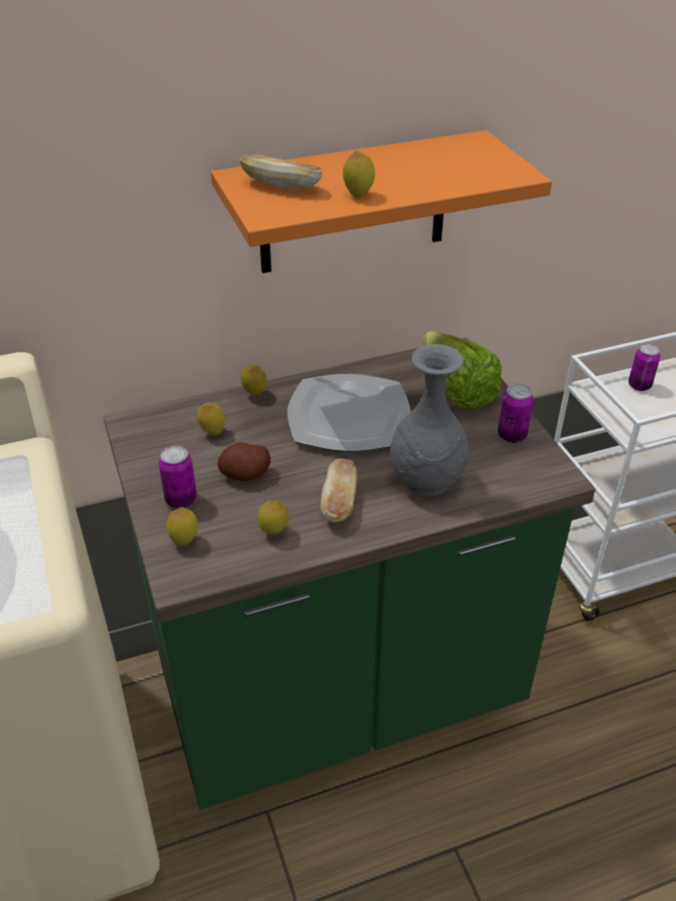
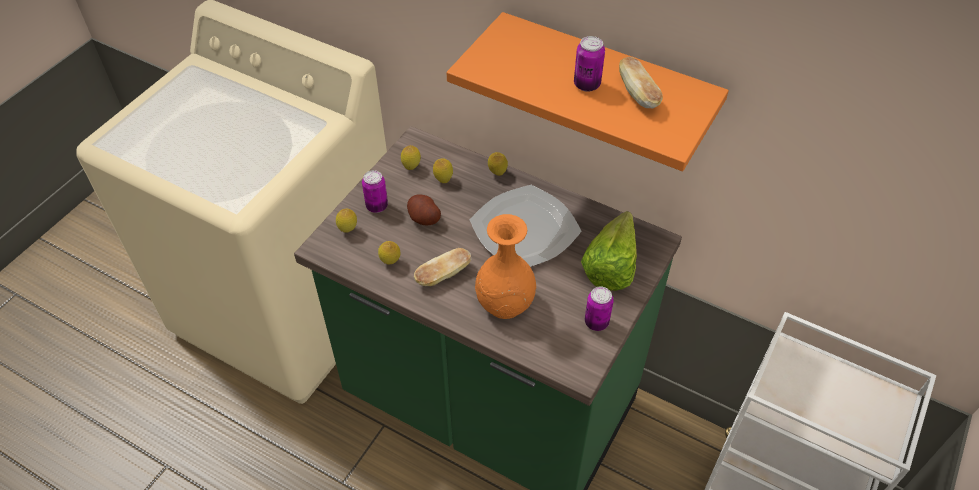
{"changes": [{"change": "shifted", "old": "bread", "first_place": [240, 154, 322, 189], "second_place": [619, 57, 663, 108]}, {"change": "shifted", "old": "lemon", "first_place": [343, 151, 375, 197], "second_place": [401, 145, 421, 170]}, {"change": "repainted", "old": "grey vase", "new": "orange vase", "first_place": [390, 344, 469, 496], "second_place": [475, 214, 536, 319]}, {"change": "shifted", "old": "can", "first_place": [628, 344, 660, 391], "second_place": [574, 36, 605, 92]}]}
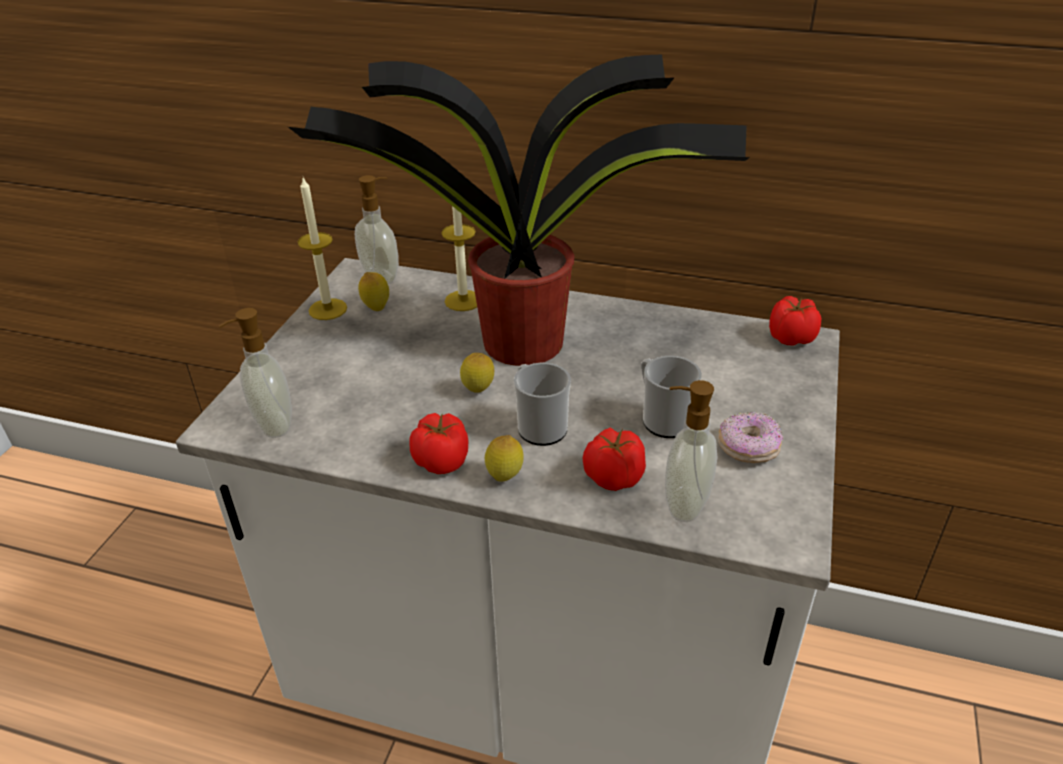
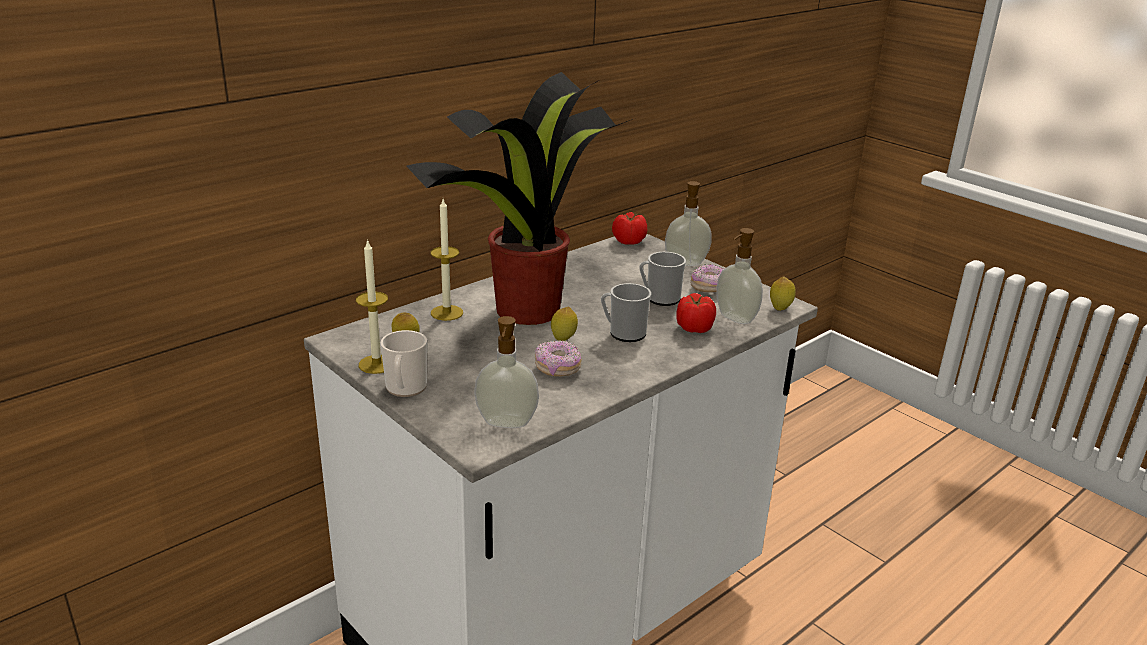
{"changes": [{"change": "shifted", "old": "soap dispenser", "first_place": [355, 175, 399, 284], "second_place": [665, 181, 712, 266]}, {"change": "gone", "old": "tomato", "first_place": [410, 413, 469, 474]}, {"change": "shifted", "old": "lemon", "first_place": [485, 435, 524, 481], "second_place": [770, 276, 796, 311]}, {"change": "new", "new": "mug", "second_place": [380, 330, 427, 397]}, {"change": "new", "new": "donut", "second_place": [535, 340, 582, 376]}]}
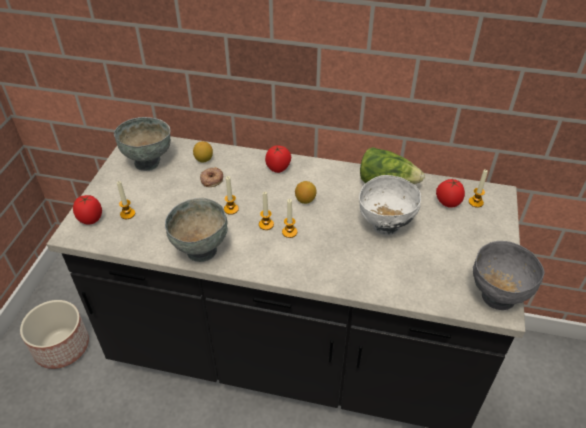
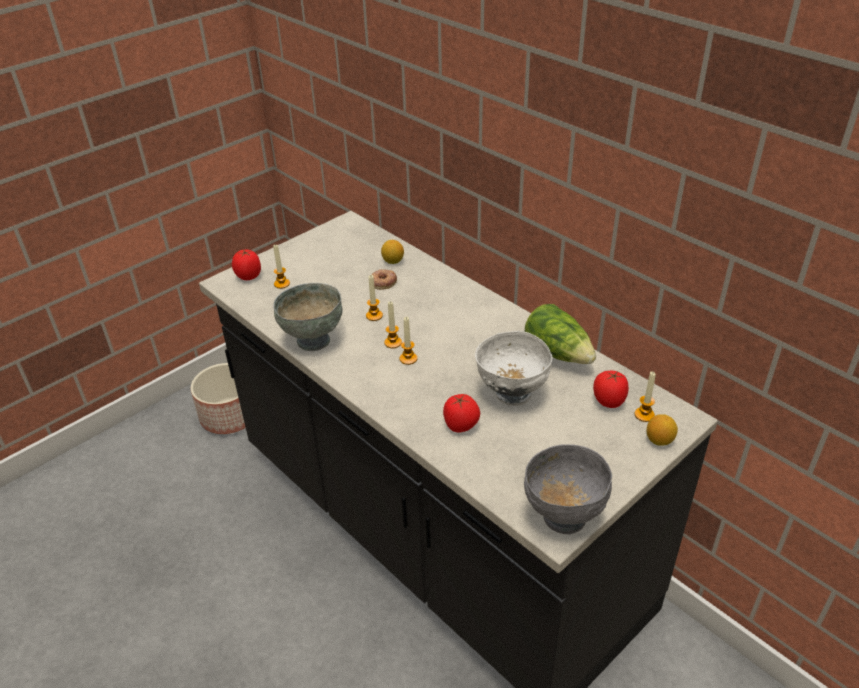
{"changes": [{"change": "gone", "old": "grey bowl", "first_place": [114, 117, 171, 171]}, {"change": "shifted", "old": "tomato", "first_place": [265, 145, 291, 173], "second_place": [443, 394, 480, 433]}, {"change": "shifted", "old": "lemon", "first_place": [295, 181, 316, 204], "second_place": [647, 414, 678, 446]}]}
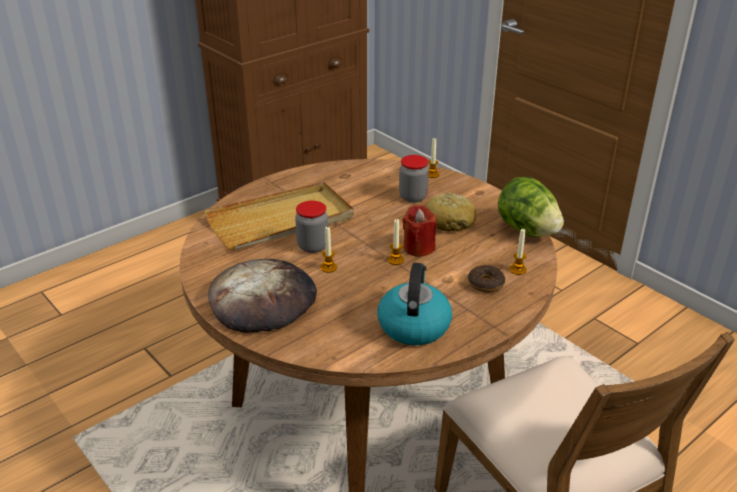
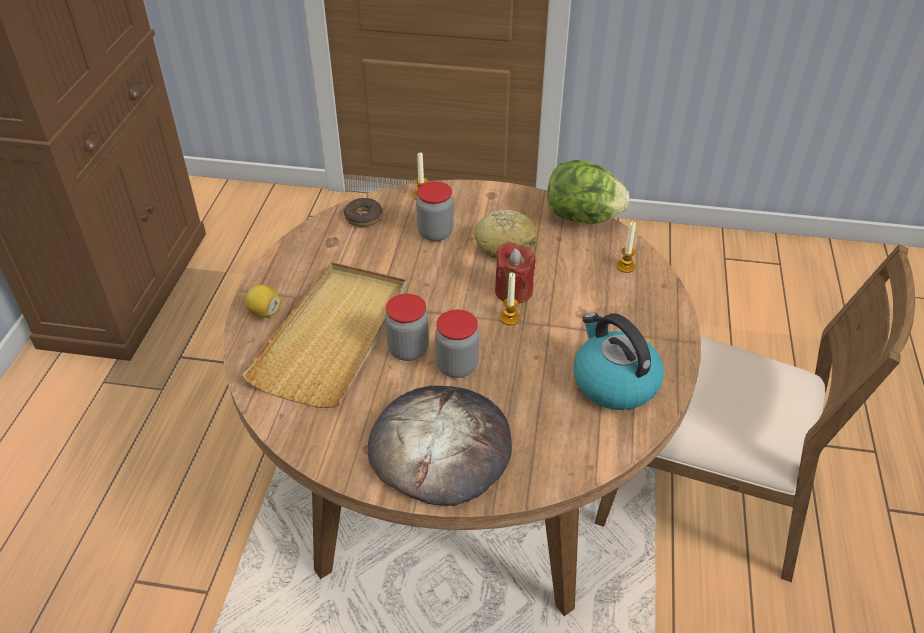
{"changes": [{"change": "swapped", "old": "candle", "new": "jar", "first_place": [320, 226, 337, 273], "second_place": [435, 310, 479, 378]}, {"change": "shifted", "old": "donut", "first_place": [468, 265, 505, 293], "second_place": [344, 198, 383, 227]}, {"change": "new", "new": "lemon", "second_place": [245, 285, 281, 318]}]}
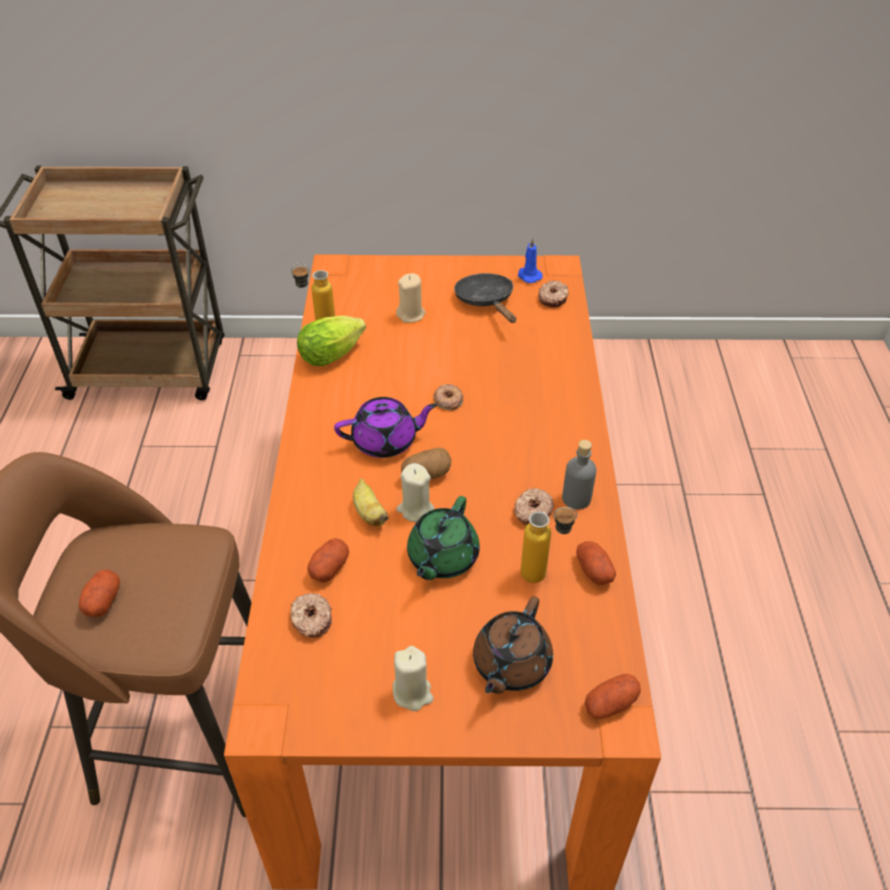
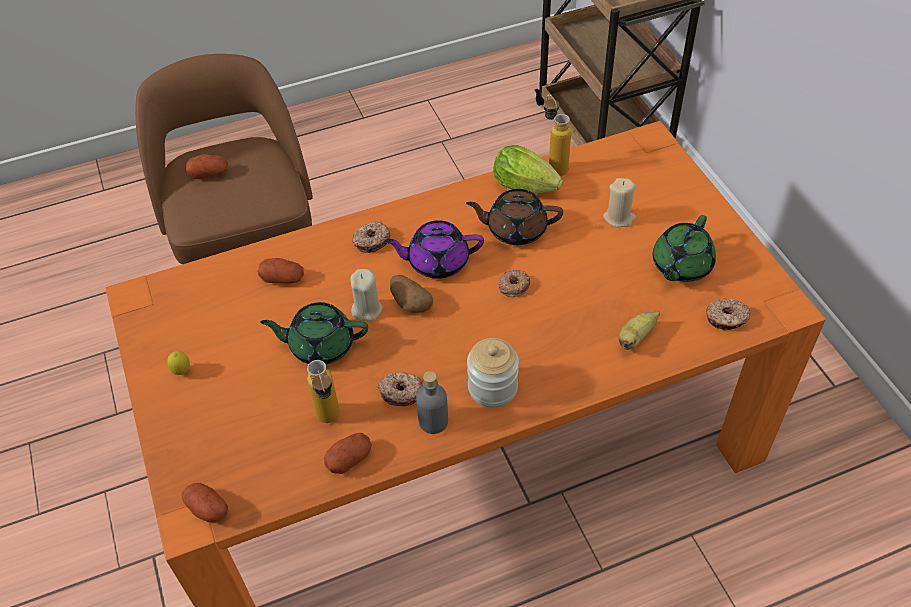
{"changes": [{"change": "shifted", "old": "donut", "first_place": [290, 593, 332, 638], "second_place": [352, 221, 391, 253]}, {"change": "rotated", "old": "purple teapot", "first_place": [334, 397, 437, 458], "second_place": [384, 220, 484, 279], "degrees": 120}, {"change": "shifted", "old": "banana", "first_place": [353, 478, 389, 526], "second_place": [619, 311, 660, 350]}, {"change": "swapped", "old": "beige candle", "new": "lemon", "first_place": [393, 646, 433, 711], "second_place": [167, 351, 190, 375]}, {"change": "swapped", "old": "black frying pan", "new": "green teapot", "first_place": [454, 273, 516, 323], "second_place": [653, 215, 716, 282]}, {"change": "shifted", "old": "brown teapot", "first_place": [473, 596, 553, 694], "second_place": [466, 189, 563, 245]}, {"change": "gone", "old": "blue candle", "first_place": [518, 238, 543, 283]}, {"change": "new", "new": "jar", "second_place": [467, 338, 519, 408]}]}
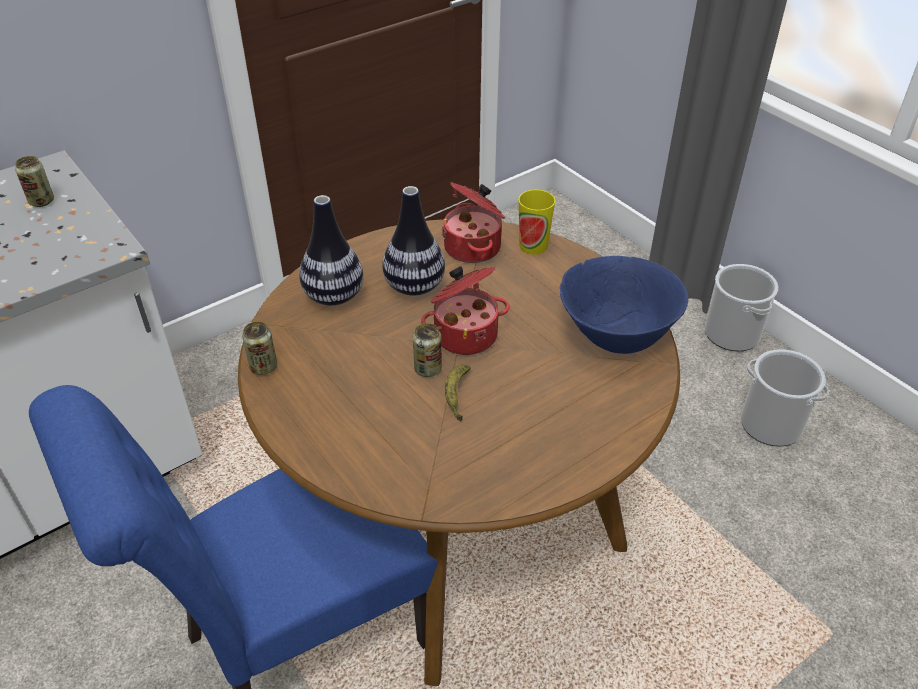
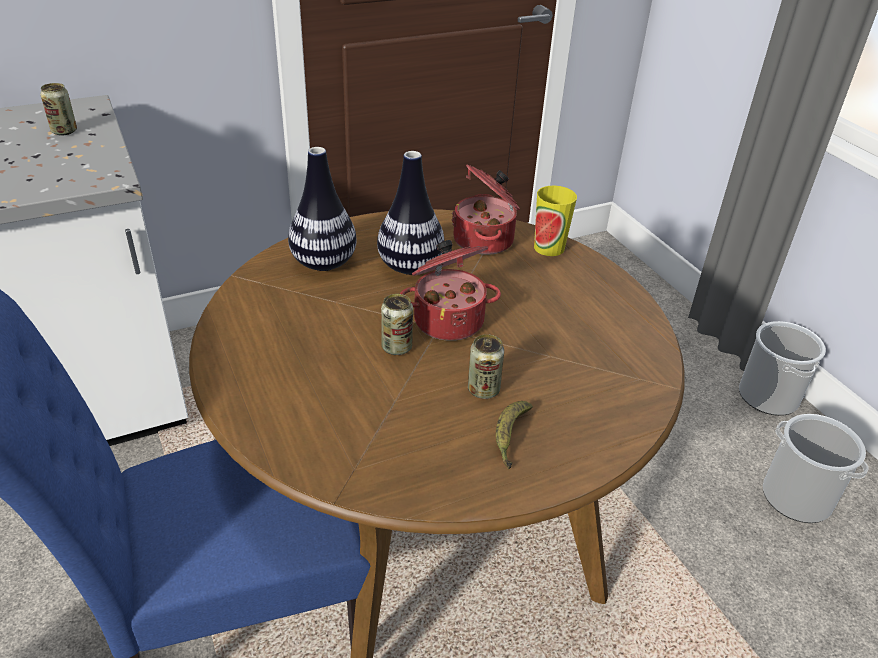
{"changes": [{"change": "shifted", "old": "can", "first_place": [242, 322, 277, 375], "second_place": [468, 334, 504, 399]}, {"change": "shifted", "old": "banana", "first_place": [445, 364, 471, 422], "second_place": [496, 401, 533, 469]}, {"change": "gone", "old": "blue bowl", "first_place": [560, 256, 688, 354]}]}
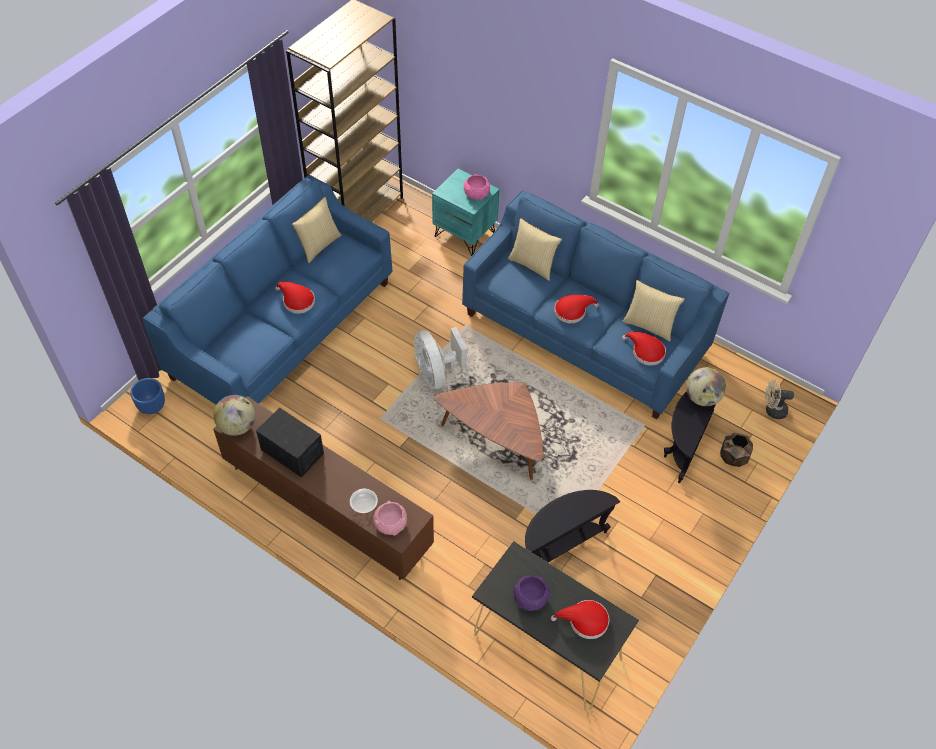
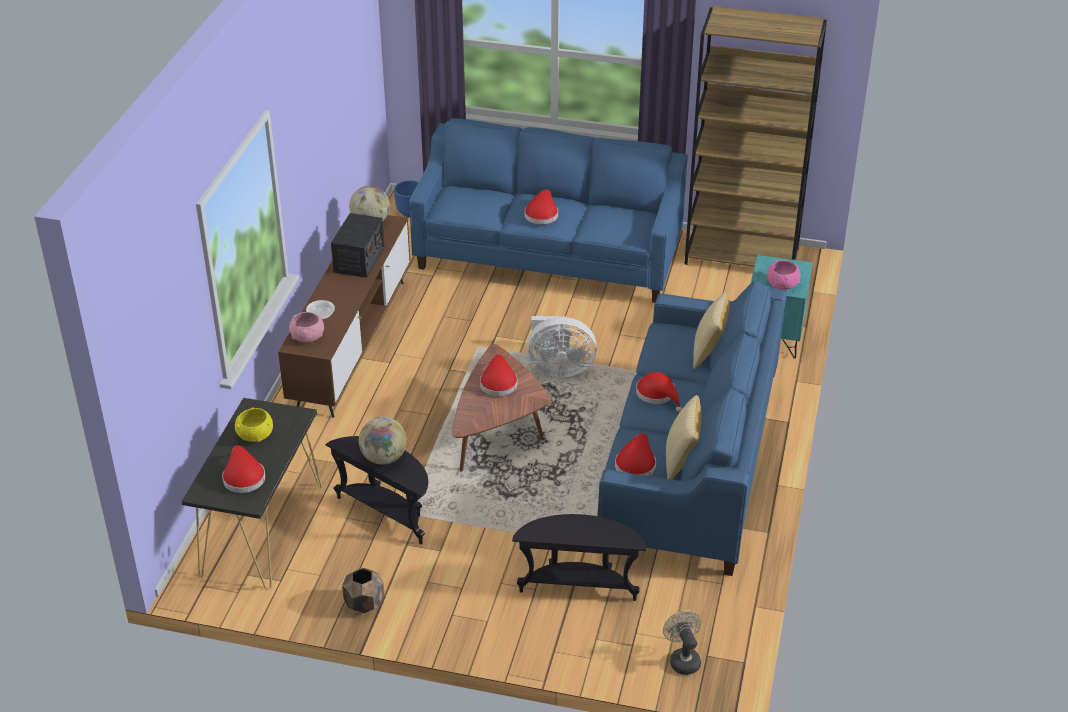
{"changes": [{"change": "gone", "old": "pillow", "first_place": [292, 197, 342, 263]}, {"change": "rotated", "old": "white fan", "first_place": [414, 327, 467, 389], "second_place": [527, 316, 597, 377], "degrees": -135}, {"change": "repainted", "old": "purple bowl", "new": "yellow bowl", "first_place": [514, 575, 550, 611], "second_place": [235, 408, 273, 442]}, {"change": "shifted", "old": "globe", "first_place": [686, 367, 726, 406], "second_place": [359, 417, 407, 465]}, {"change": "shifted", "old": "brown planter", "first_place": [720, 433, 753, 467], "second_place": [342, 568, 385, 613]}, {"change": "new", "new": "red hat", "second_place": [480, 354, 518, 396]}]}
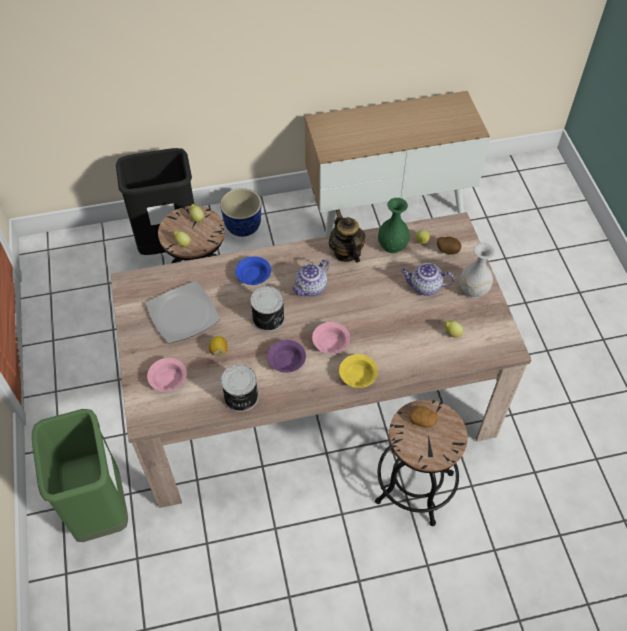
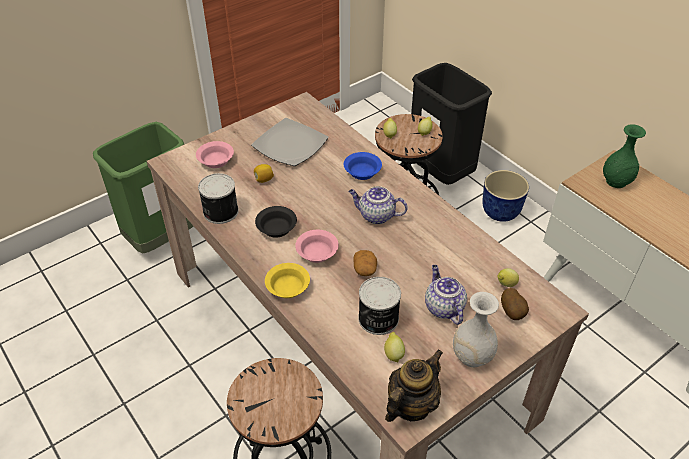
{"changes": [{"change": "shifted", "old": "can", "first_place": [250, 286, 285, 332], "second_place": [358, 277, 401, 335]}, {"change": "repainted", "old": "purple bowl", "new": "black bowl", "first_place": [267, 340, 306, 373], "second_place": [255, 206, 297, 238]}, {"change": "shifted", "old": "teapot", "first_place": [329, 209, 366, 263], "second_place": [385, 350, 443, 422]}, {"change": "shifted", "old": "green vase", "first_place": [378, 198, 410, 253], "second_place": [603, 124, 646, 188]}, {"change": "shifted", "old": "potato", "first_place": [409, 406, 438, 428], "second_place": [354, 250, 377, 276]}]}
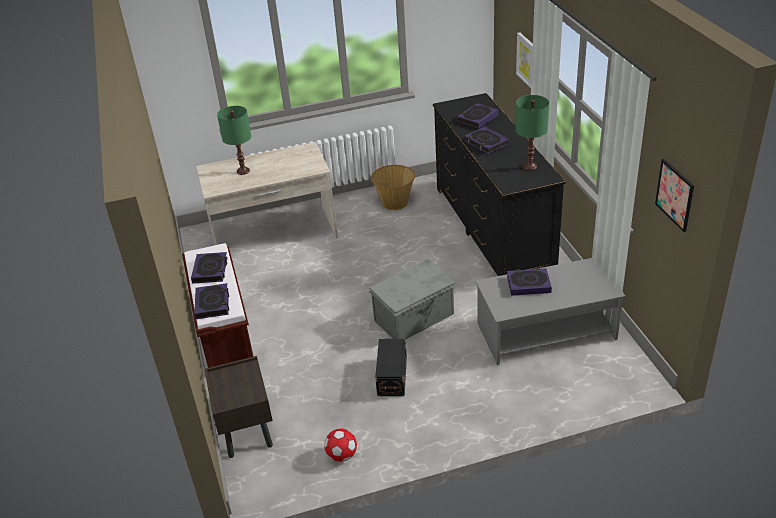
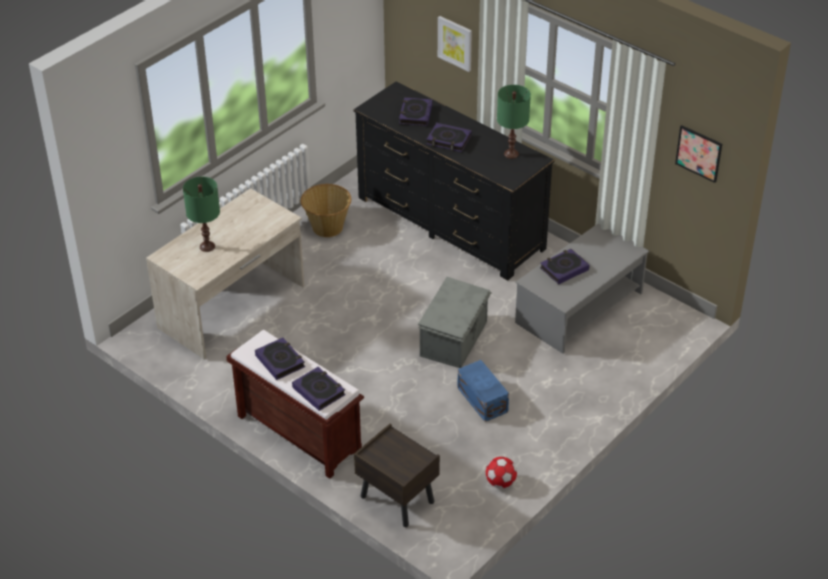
{"changes": [{"change": "repainted", "old": "black storage box", "new": "blue storage box", "first_place": [375, 339, 407, 396], "second_place": [457, 360, 509, 422]}]}
